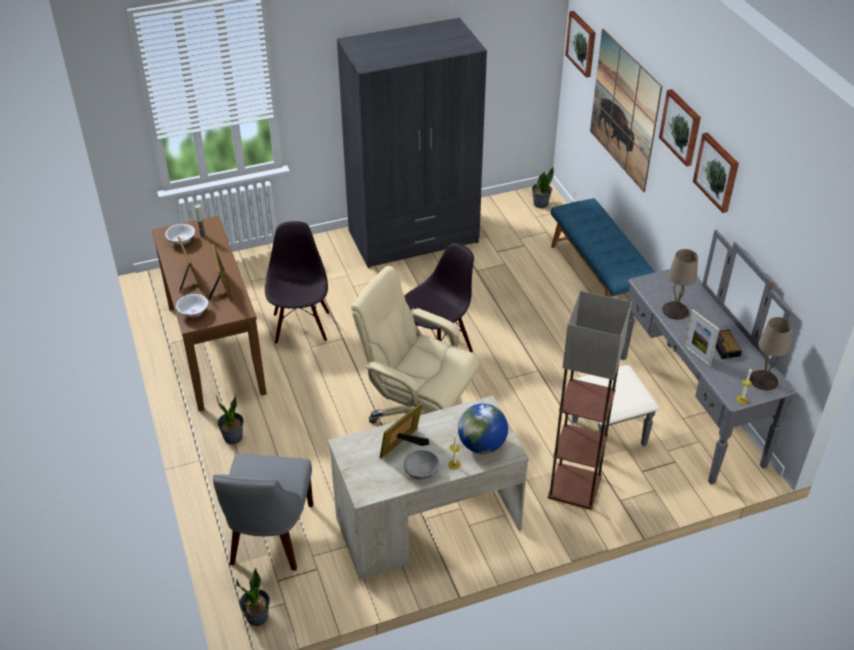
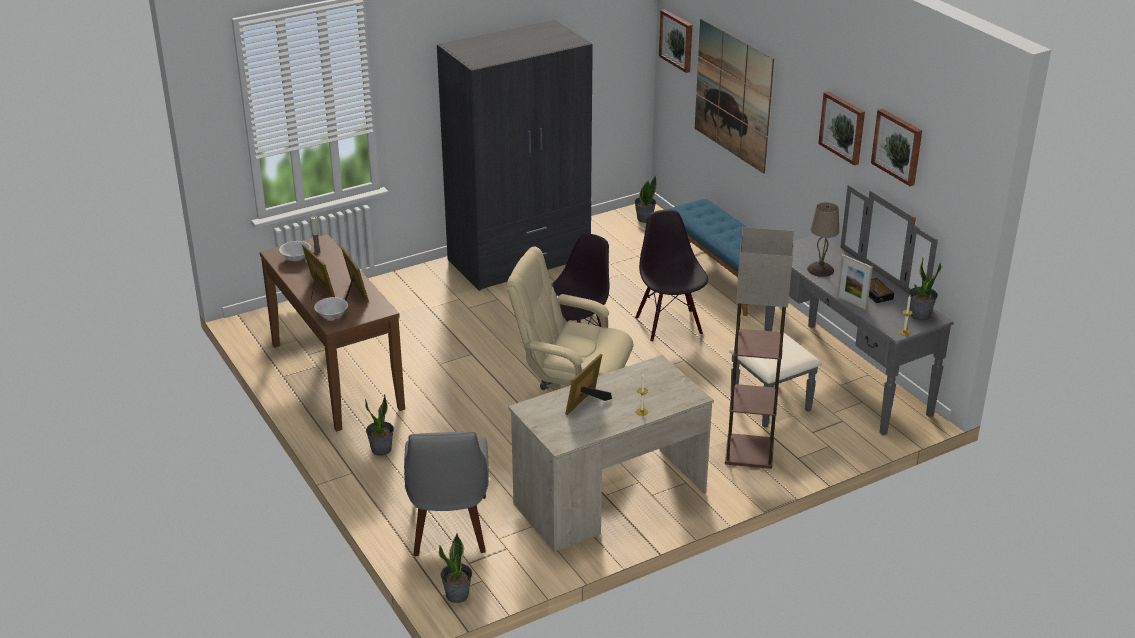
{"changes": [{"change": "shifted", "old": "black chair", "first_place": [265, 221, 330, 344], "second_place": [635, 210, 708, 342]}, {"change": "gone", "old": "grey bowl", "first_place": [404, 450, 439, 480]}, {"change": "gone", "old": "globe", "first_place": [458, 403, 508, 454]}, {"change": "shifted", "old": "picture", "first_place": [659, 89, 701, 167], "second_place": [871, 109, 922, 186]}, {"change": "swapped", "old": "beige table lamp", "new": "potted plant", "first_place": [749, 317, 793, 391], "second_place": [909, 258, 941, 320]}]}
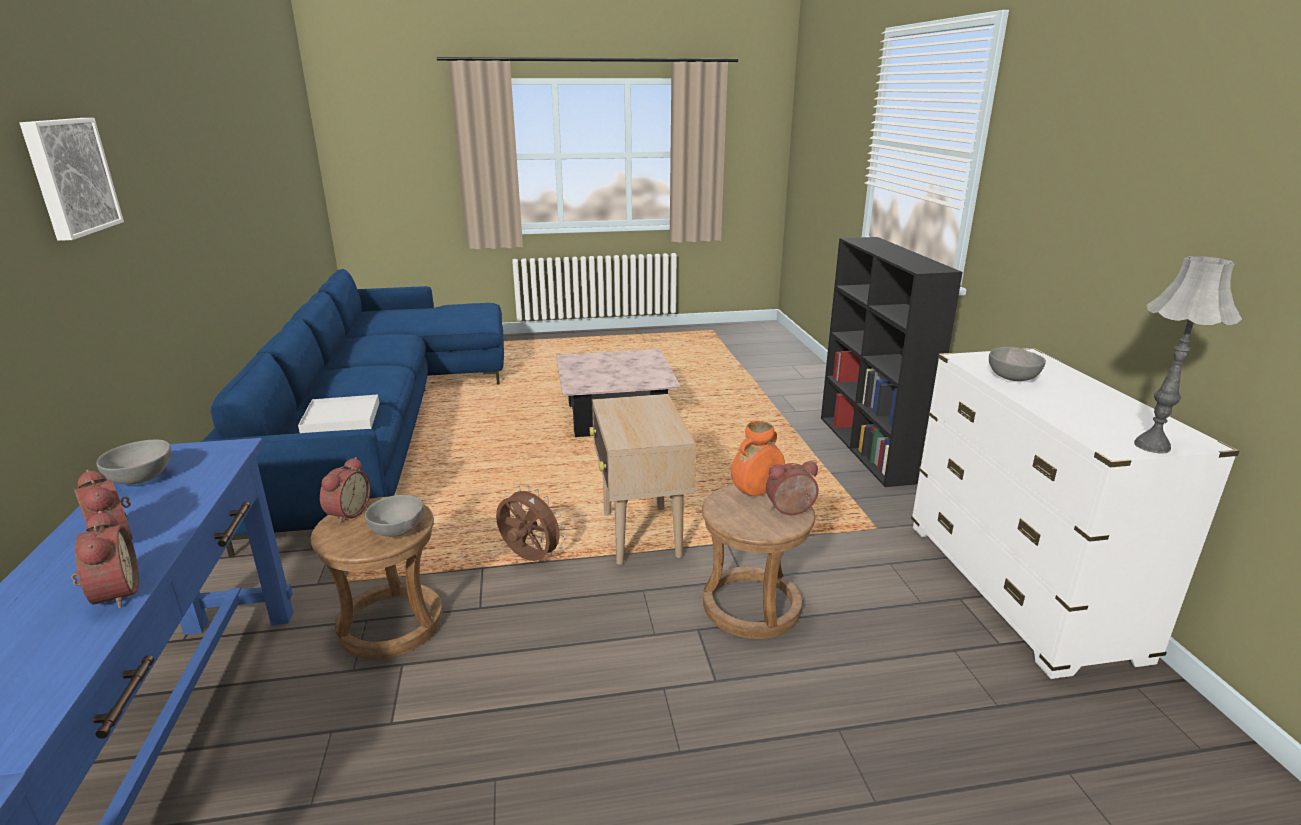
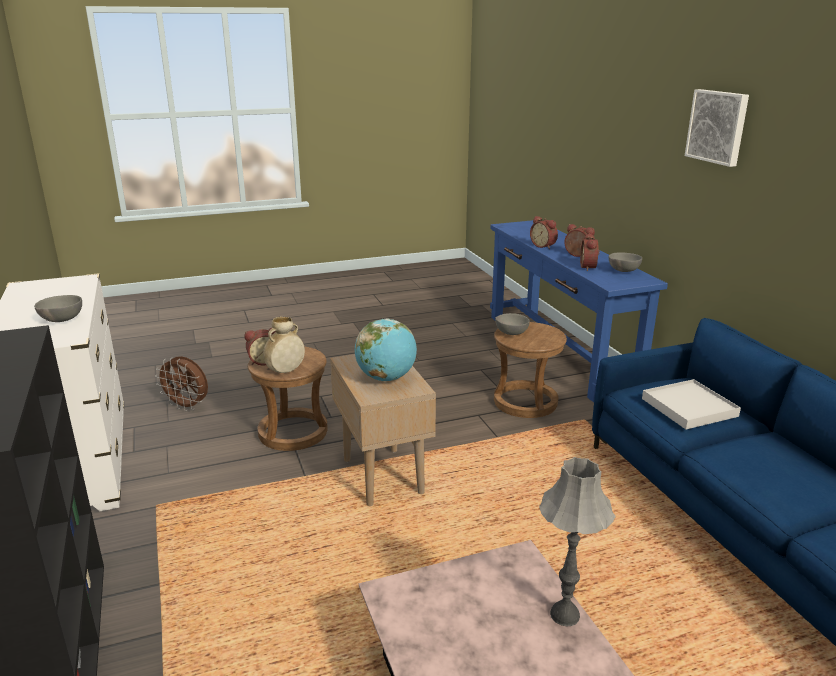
{"changes": [{"change": "shifted", "old": "alarm clock", "first_place": [320, 457, 371, 524], "second_place": [580, 233, 600, 271]}, {"change": "shifted", "old": "brown fan", "first_place": [496, 485, 565, 561], "second_place": [155, 356, 208, 411]}, {"change": "repainted", "old": "orange vase", "new": "beige vase", "first_place": [731, 421, 785, 496], "second_place": [263, 317, 305, 373]}, {"change": "shifted", "old": "grey table lamp", "first_place": [1134, 256, 1242, 454], "second_place": [539, 457, 616, 626]}, {"change": "new", "new": "globe", "second_place": [355, 319, 417, 381]}]}
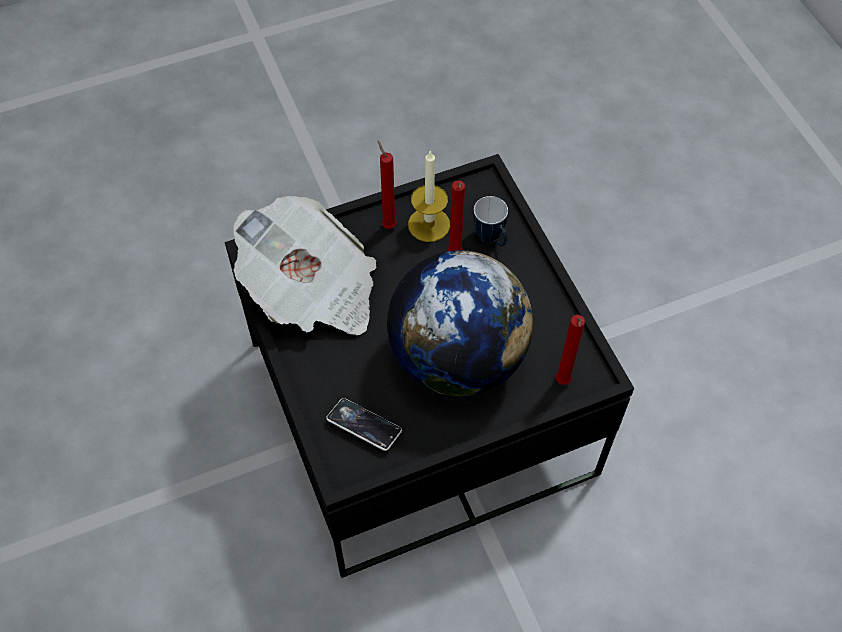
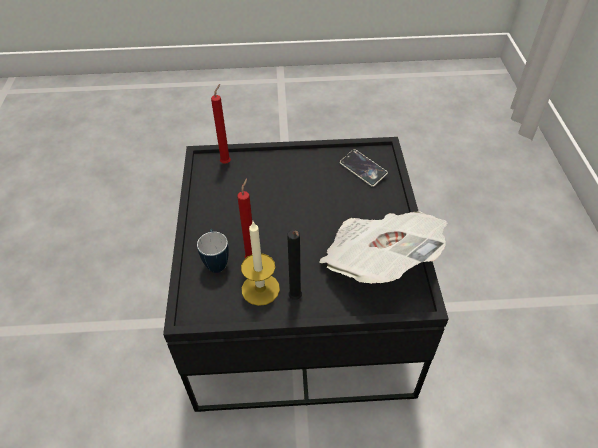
{"changes": [{"change": "repainted", "old": "red candle", "new": "black candle", "first_place": [378, 141, 397, 229], "second_place": [287, 230, 302, 300]}, {"change": "gone", "old": "globe", "first_place": [387, 250, 533, 396]}]}
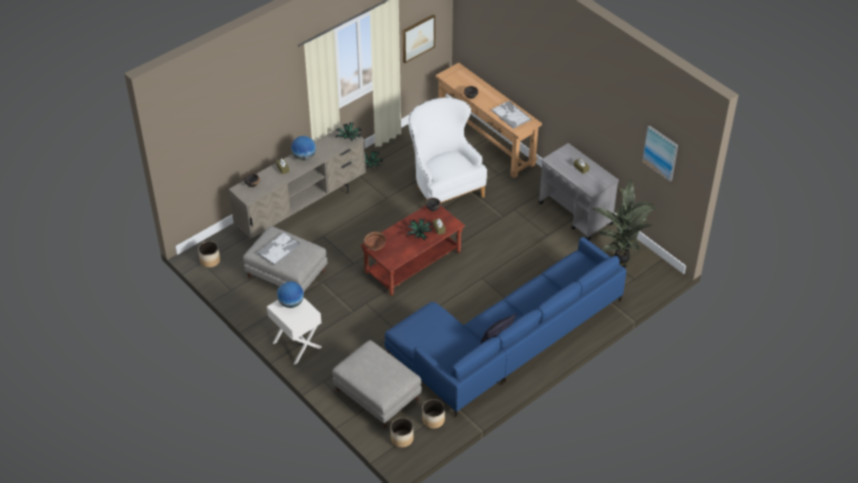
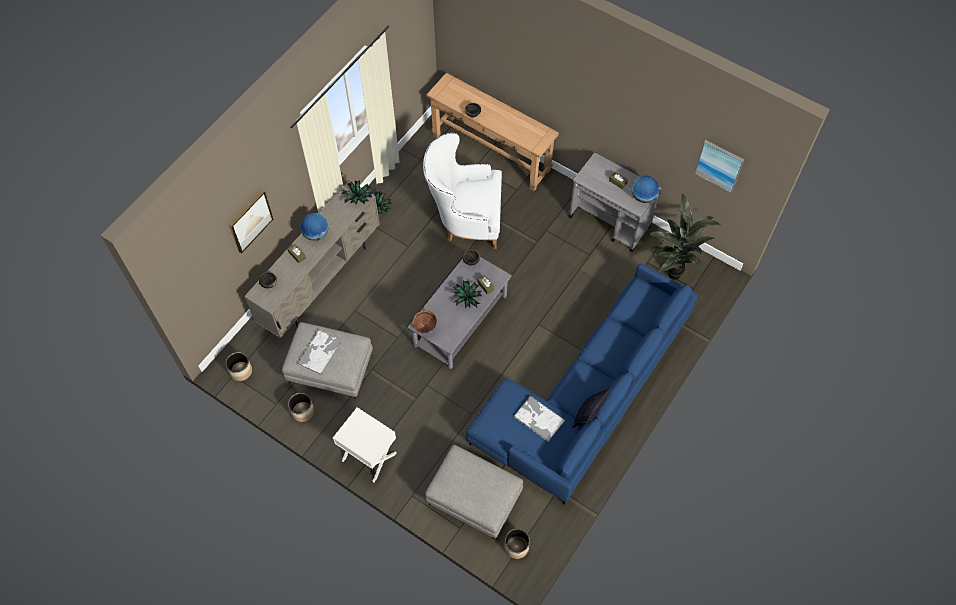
{"changes": [{"change": "shifted", "old": "globe", "first_place": [277, 281, 304, 308], "second_place": [632, 176, 659, 203]}, {"change": "repainted", "old": "brown coffee table", "new": "grey coffee table", "first_place": [360, 205, 465, 296], "second_place": [407, 257, 512, 369]}, {"change": "shifted", "old": "picture", "first_place": [403, 14, 435, 63], "second_place": [229, 190, 273, 253]}, {"change": "rotated", "old": "white armchair", "first_place": [408, 97, 487, 203], "second_place": [423, 133, 502, 249], "degrees": -45}, {"change": "shifted", "old": "planter", "first_place": [422, 399, 445, 429], "second_place": [288, 393, 314, 422]}, {"change": "shifted", "old": "tray", "first_place": [491, 101, 531, 129], "second_place": [513, 396, 565, 442]}]}
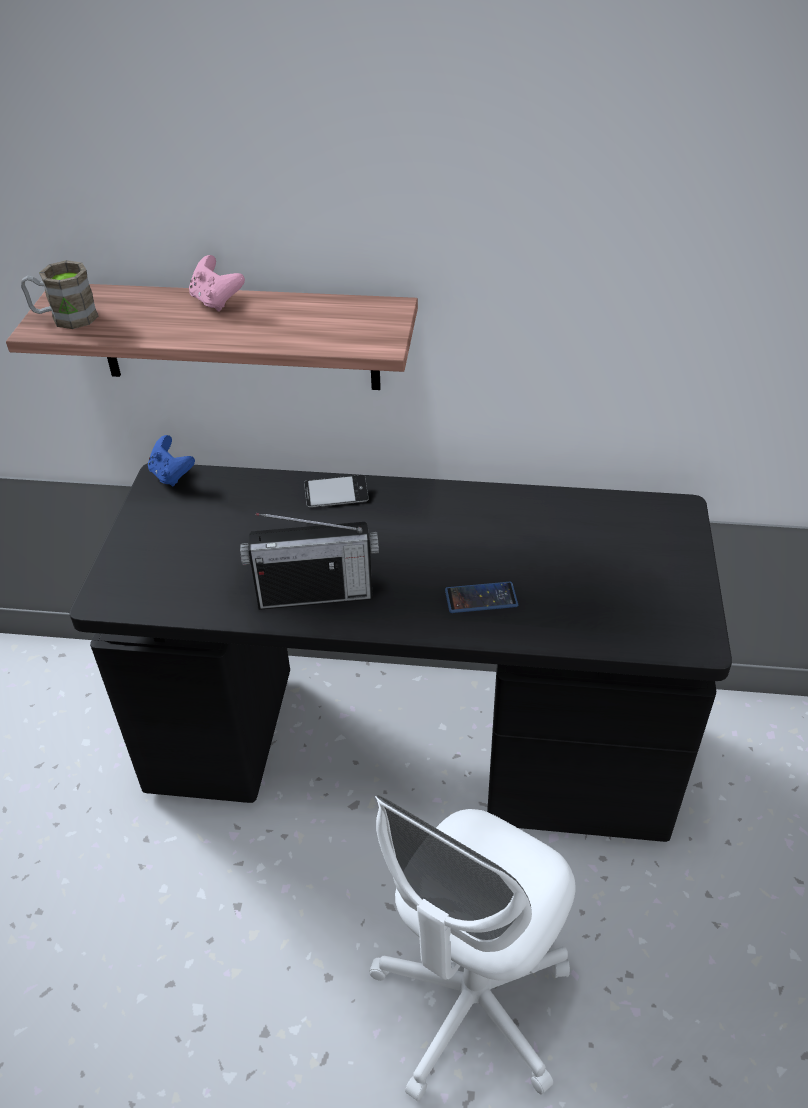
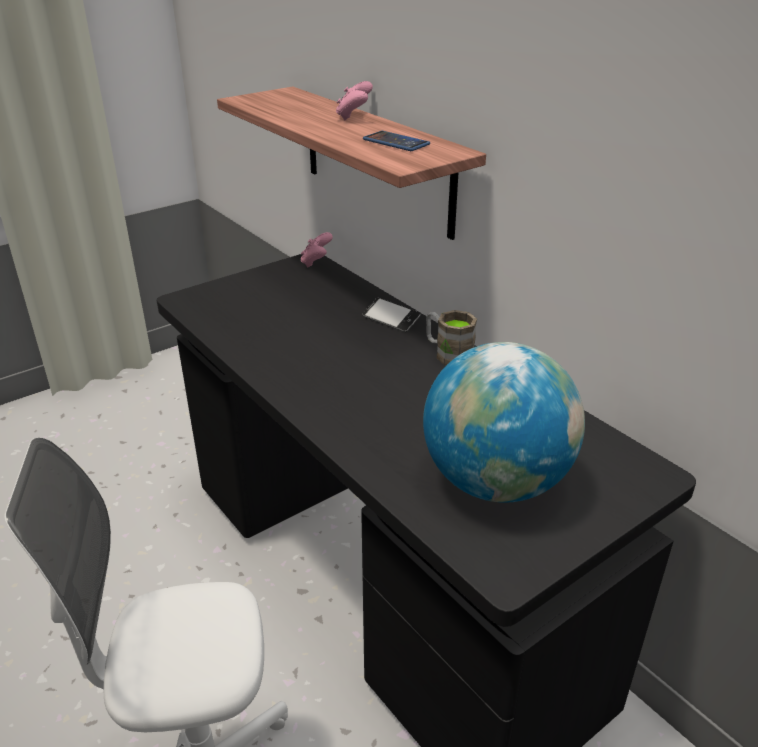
{"changes": [{"change": "shifted", "old": "brown mug", "first_place": [21, 260, 98, 329], "second_place": [426, 310, 477, 365]}, {"change": "repainted", "old": "blue game controller", "new": "pink game controller", "first_place": [148, 435, 195, 486], "second_place": [301, 232, 333, 268]}, {"change": "gone", "old": "radio", "first_place": [240, 513, 379, 610]}, {"change": "shifted", "old": "phone", "first_place": [445, 582, 518, 613], "second_place": [363, 131, 430, 151]}, {"change": "new", "new": "globe", "second_place": [423, 342, 585, 503]}]}
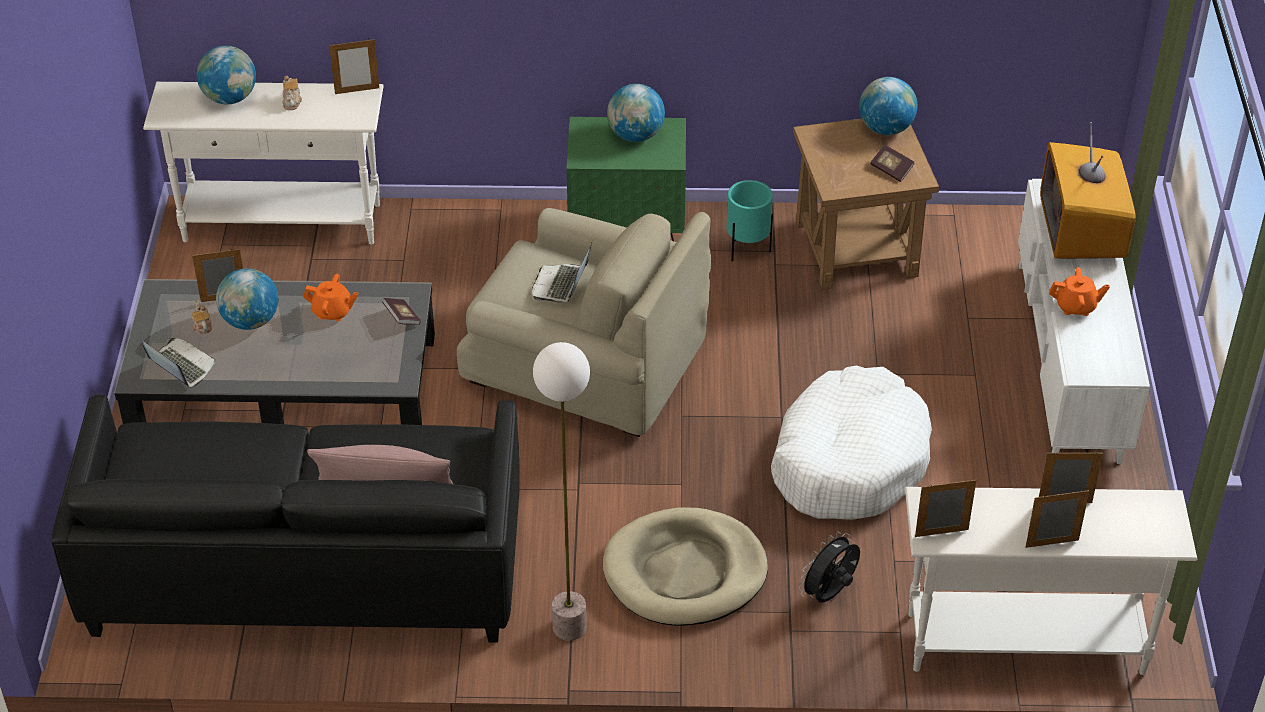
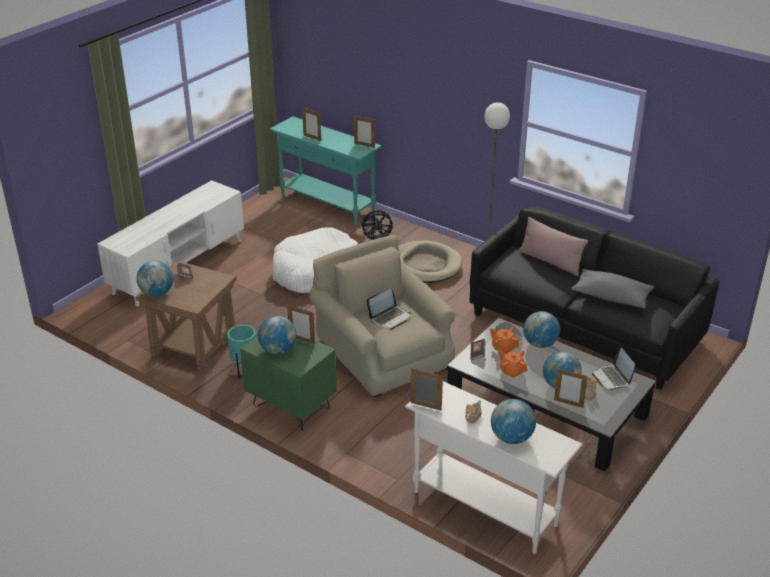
{"changes": [{"change": "repainted", "old": "white console table", "new": "turquoise console table", "first_place": [905, 487, 1197, 675], "second_place": [269, 116, 382, 225]}, {"change": "shifted", "old": "picture frame", "first_place": [1025, 490, 1089, 548], "second_place": [287, 305, 315, 344]}, {"change": "gone", "old": "television", "first_place": [1040, 122, 1136, 259]}, {"change": "shifted", "old": "orange teapot", "first_place": [1049, 267, 1110, 316], "second_place": [490, 327, 519, 354]}, {"change": "new", "new": "globe", "second_place": [523, 311, 560, 348]}, {"change": "new", "new": "grey pillow", "second_place": [571, 269, 654, 309]}]}
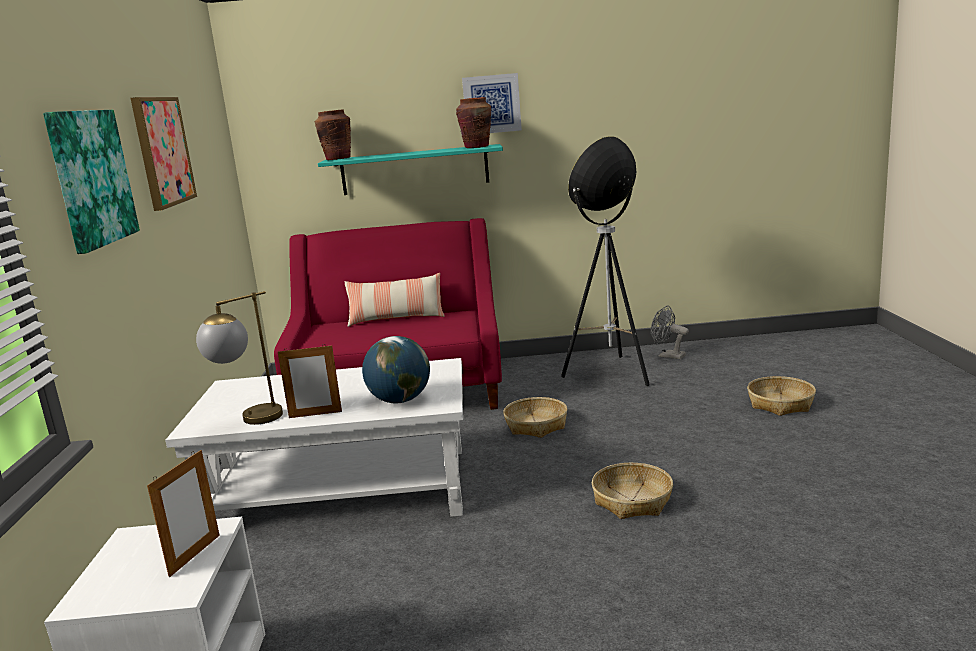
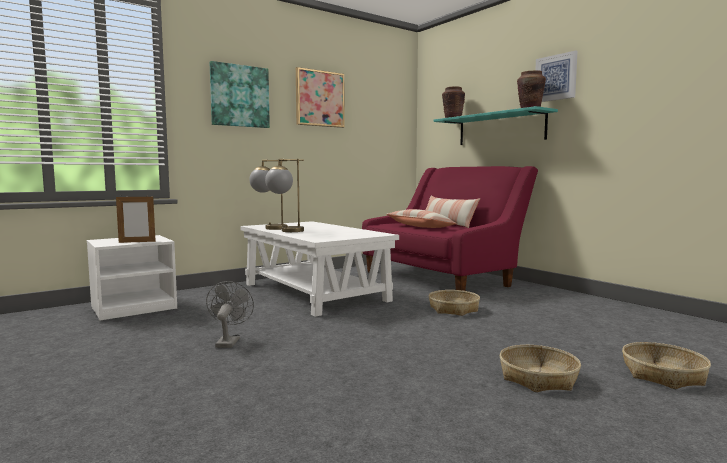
{"changes": [{"change": "swapped", "old": "picture frame", "new": "table lamp", "first_place": [278, 345, 342, 418], "second_place": [265, 159, 304, 232]}, {"change": "gone", "old": "globe", "first_place": [362, 336, 430, 403]}, {"change": "gone", "old": "floor lamp", "first_place": [561, 136, 650, 386]}, {"change": "shifted", "old": "basket", "first_place": [592, 463, 673, 519], "second_place": [500, 345, 581, 392]}, {"change": "shifted", "old": "grey fan", "first_place": [651, 306, 689, 359], "second_place": [206, 281, 254, 348]}, {"change": "new", "new": "pillow", "second_place": [386, 209, 457, 228]}]}
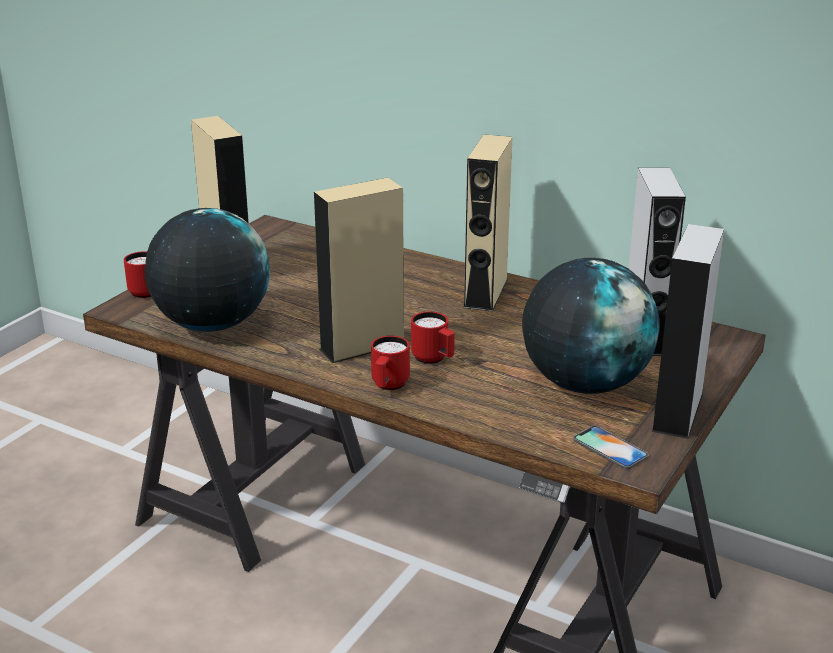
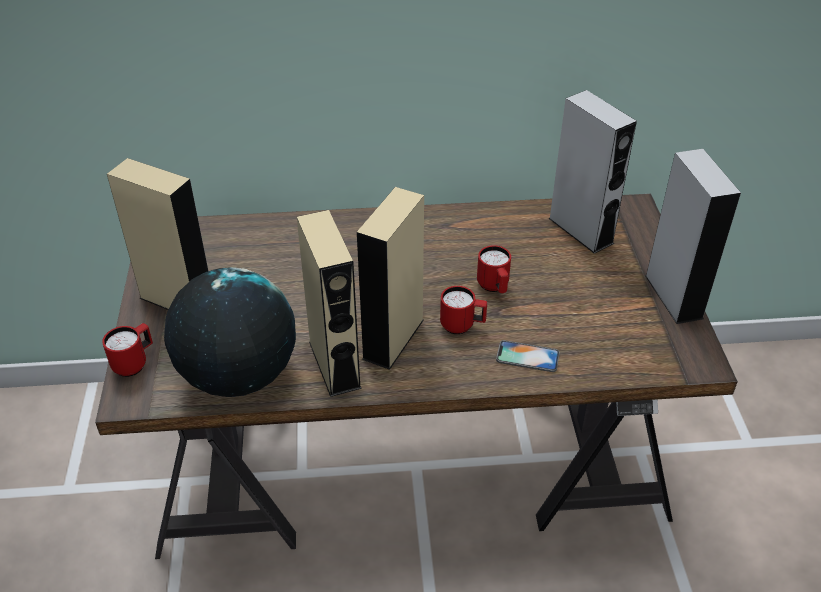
{"changes": [{"change": "shifted", "old": "red mug", "first_place": [371, 336, 410, 390], "second_place": [477, 245, 511, 293]}, {"change": "shifted", "old": "beige speaker", "first_place": [463, 134, 513, 312], "second_place": [297, 210, 362, 397]}, {"change": "gone", "old": "globe", "first_place": [522, 258, 660, 394]}, {"change": "shifted", "old": "phone", "first_place": [573, 426, 649, 469], "second_place": [496, 340, 560, 372]}]}
